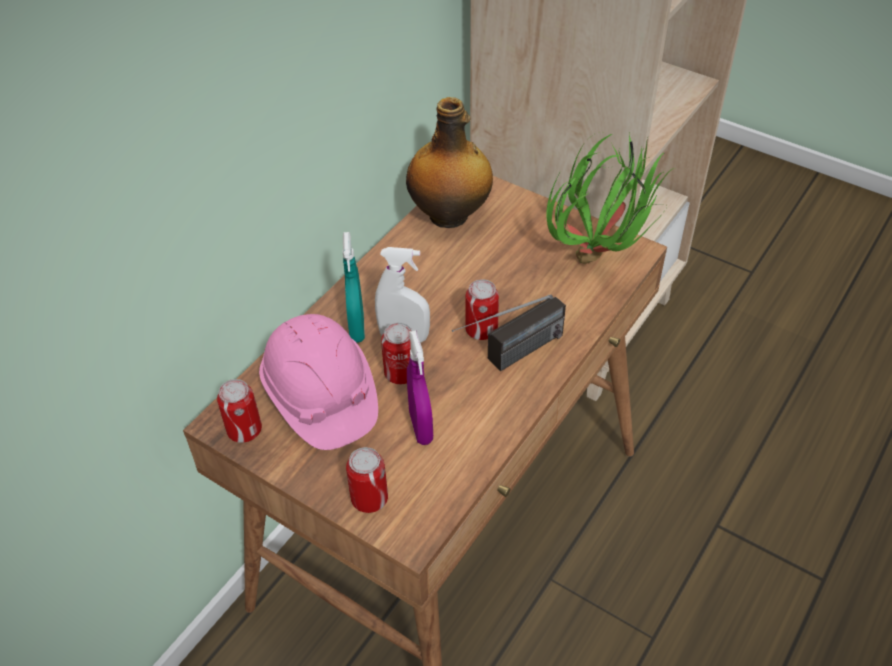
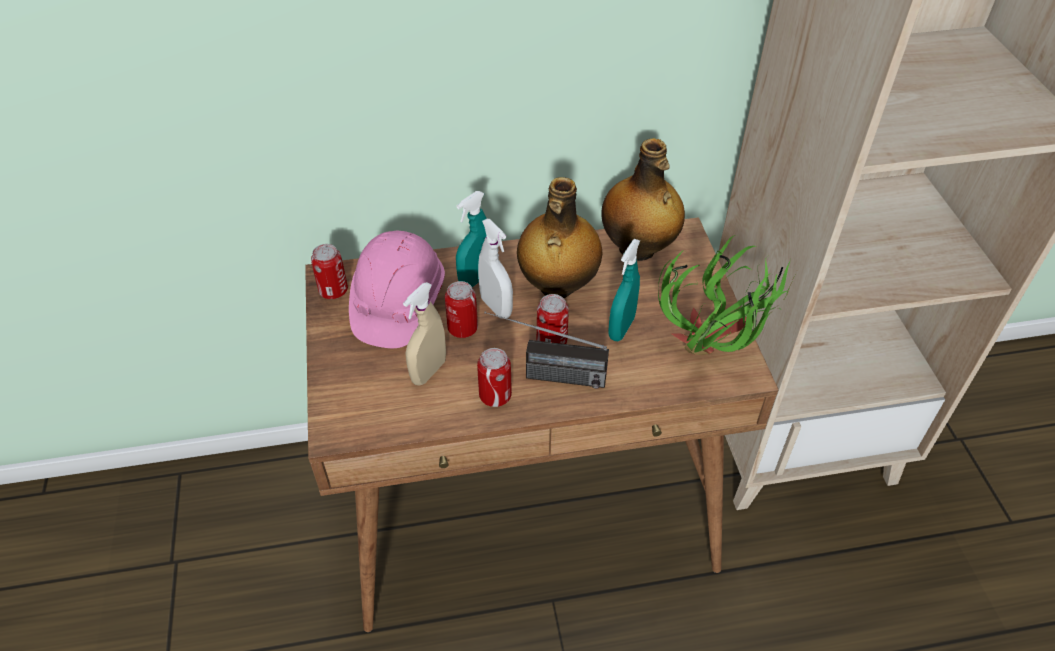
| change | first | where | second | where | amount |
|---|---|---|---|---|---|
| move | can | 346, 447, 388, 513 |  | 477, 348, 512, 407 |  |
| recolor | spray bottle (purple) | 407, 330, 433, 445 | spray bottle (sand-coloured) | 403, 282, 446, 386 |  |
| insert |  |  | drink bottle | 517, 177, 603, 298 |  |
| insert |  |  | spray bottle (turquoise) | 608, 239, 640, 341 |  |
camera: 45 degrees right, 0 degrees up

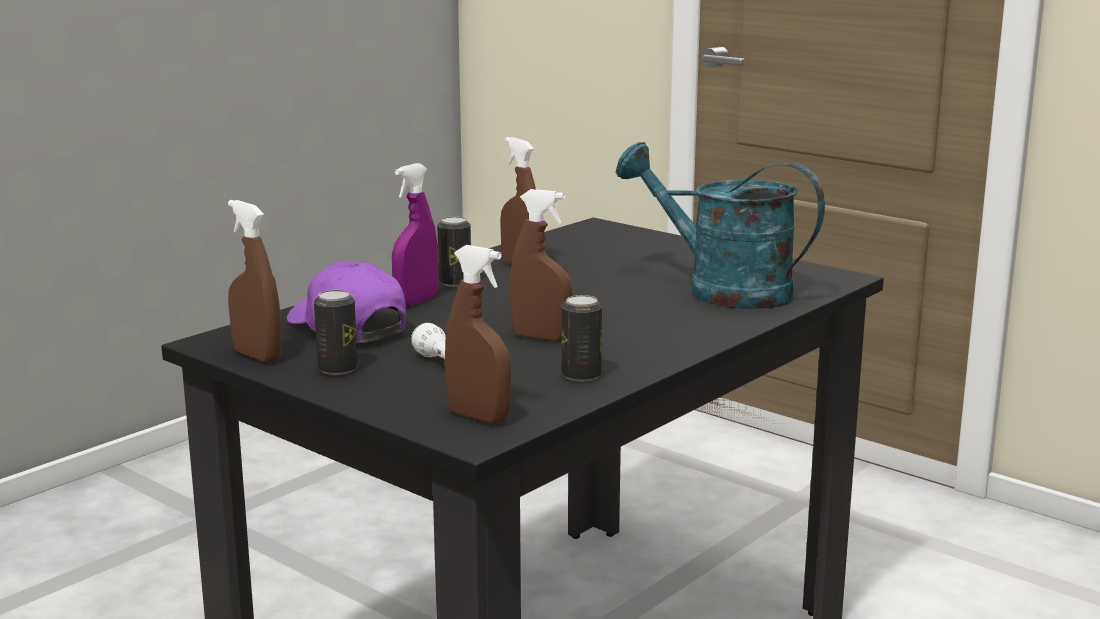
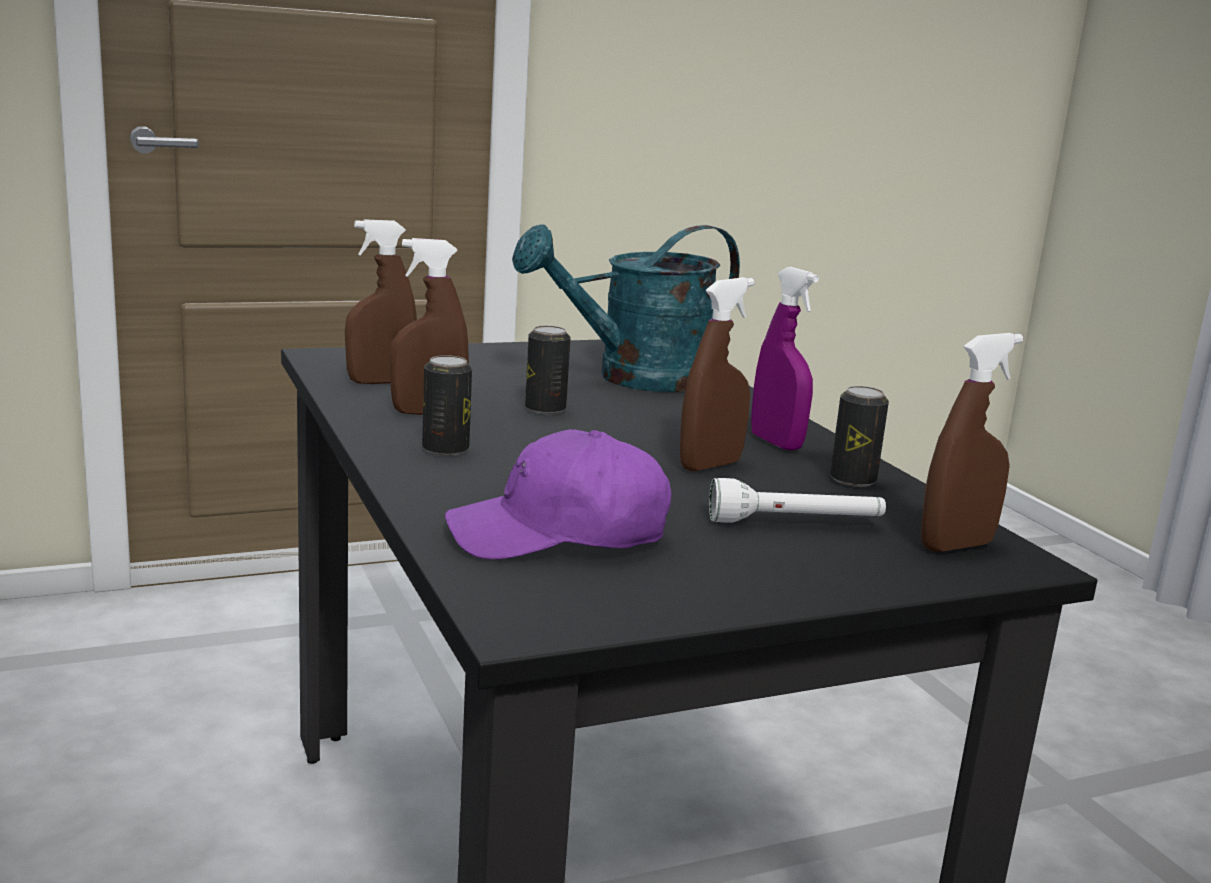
| change | first | where | second | where | amount |
|---|---|---|---|---|---|
| move | spray bottle (brownish) | 228, 200, 282, 363 |  | 345, 219, 417, 384 |  |
| move | can | 314, 290, 358, 375 |  | 525, 326, 571, 415 |  |
| move | spray bottle (purple) | 392, 163, 438, 307 |  | 751, 267, 819, 450 |  |
camera: 65 degrees left, 0 degrees up

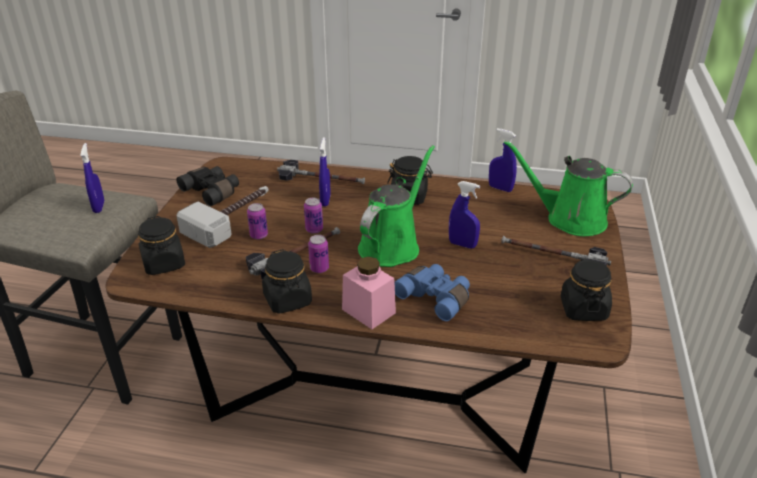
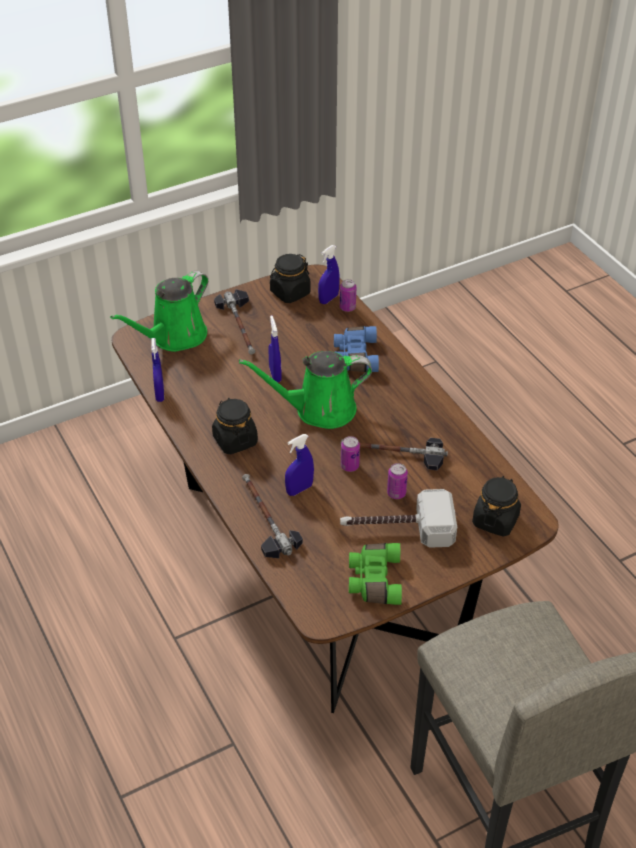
| change | first | where | second | where | amount |
|---|---|---|---|---|---|
| move | spray bottle (bluish) | 80, 143, 104, 213 |  | 318, 245, 340, 304 |  |
| recolor | field glasses (black-coloured) | 177, 166, 239, 206 | field glasses (greenish) | 349, 543, 402, 605 |  |
| delete | preserve jar (black-coloured) | 262, 249, 312, 314 |  |  |  |
| move | can | 308, 235, 329, 273 |  | 340, 279, 356, 312 |  |
| delete | preserve jar (pink) | 342, 256, 396, 329 |  |  |  |
| rotate | watering can (greenish) | 504, 140, 633, 236 |  | 110, 271, 208, 352 | 60 degrees clockwise |
camera: 130 degrees left, 10 degrees up

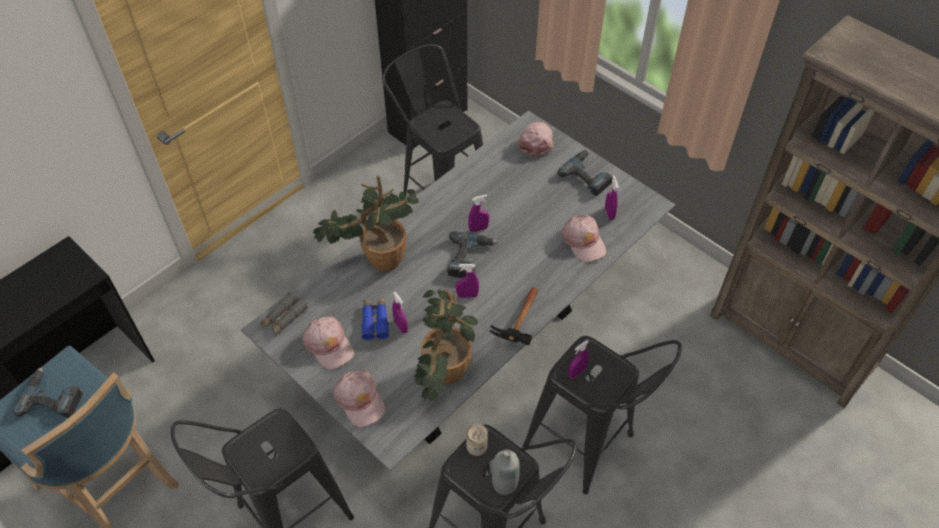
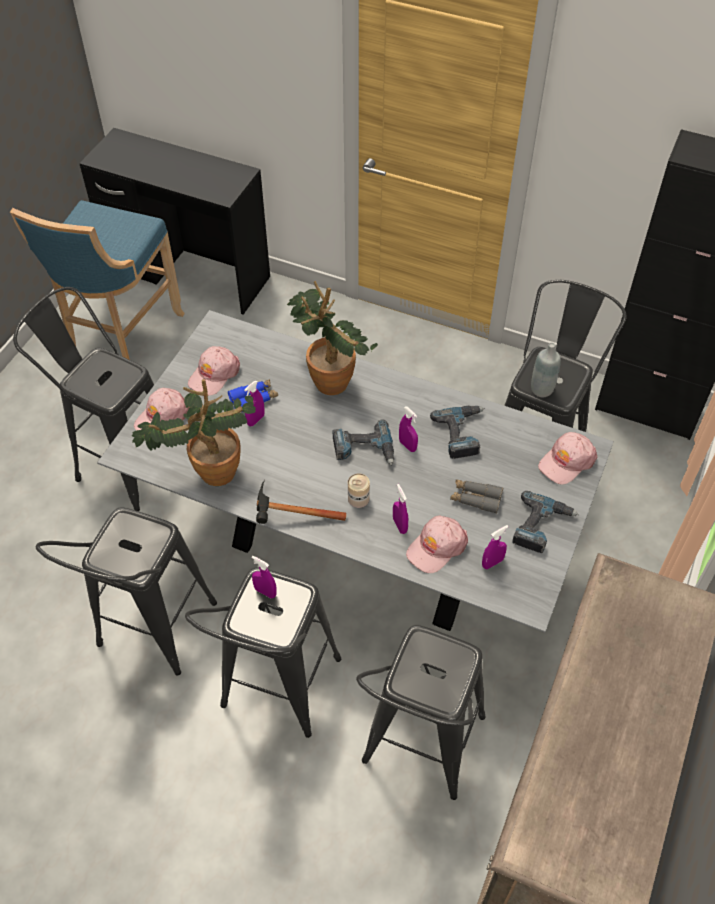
| change | first | where | second | where | amount |
|---|---|---|---|---|---|
| move | power drill | 13, 367, 83, 418 |  | 430, 406, 485, 459 |  |
| move | field glasses (gray) | 260, 292, 308, 335 |  | 450, 479, 503, 514 |  |
| move | spray bottle (purple) | 456, 264, 479, 298 |  | 393, 484, 409, 534 |  |
| move | can | 466, 424, 488, 456 |  | 348, 474, 370, 508 |  |
| move | drink bottle (gray) | 492, 449, 520, 495 |  | 531, 343, 561, 397 |  |
| rotate | cap (pink) | 518, 122, 554, 158 |  | 538, 432, 597, 484 | 150 degrees clockwise |
| insert |  |  | stool seat (black-coloured) | 356, 625, 485, 800 |  |
camera: 70 degrees right, 0 degrees up

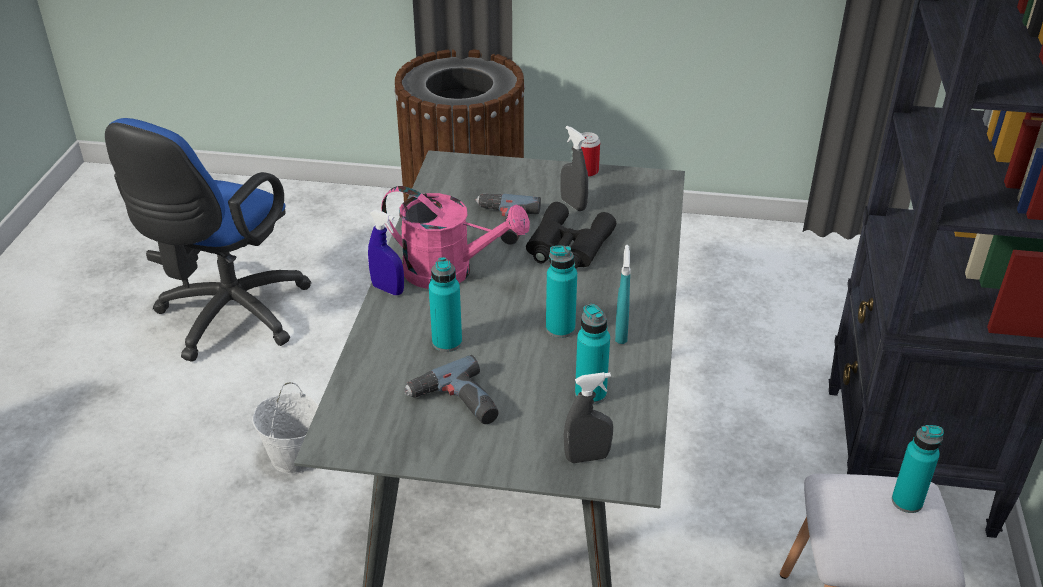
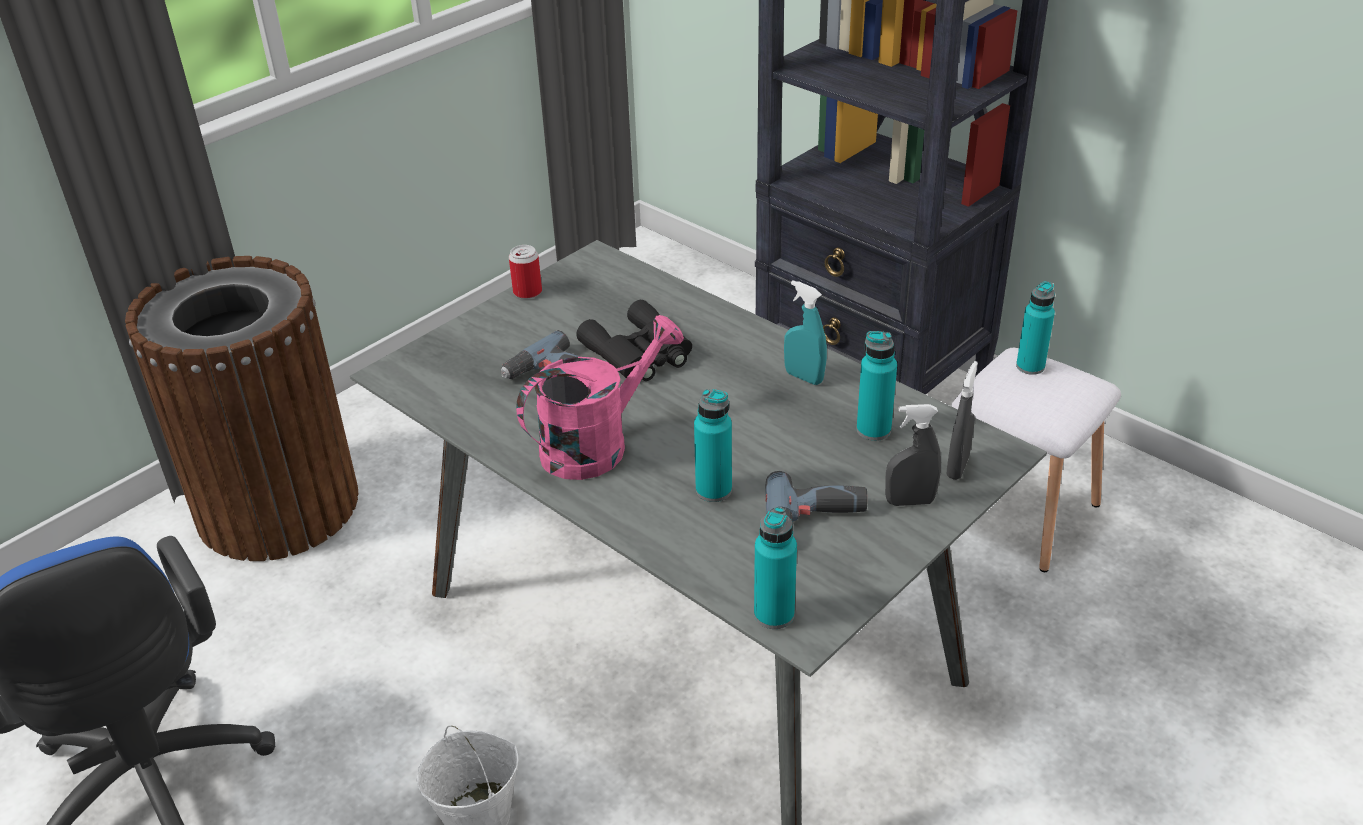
| change | first | where | second | where | amount |
|---|---|---|---|---|---|
| delete | spray bottle (bluish) | 368, 210, 404, 295 |  |  |  |
| move | drink bottle (turquoise) | 546, 245, 577, 338 |  | 754, 507, 797, 629 |  |
| move | spray bottle (gray) | 560, 126, 588, 211 |  | 885, 404, 941, 506 |  |
camera: 55 degrees left, 0 degrees up

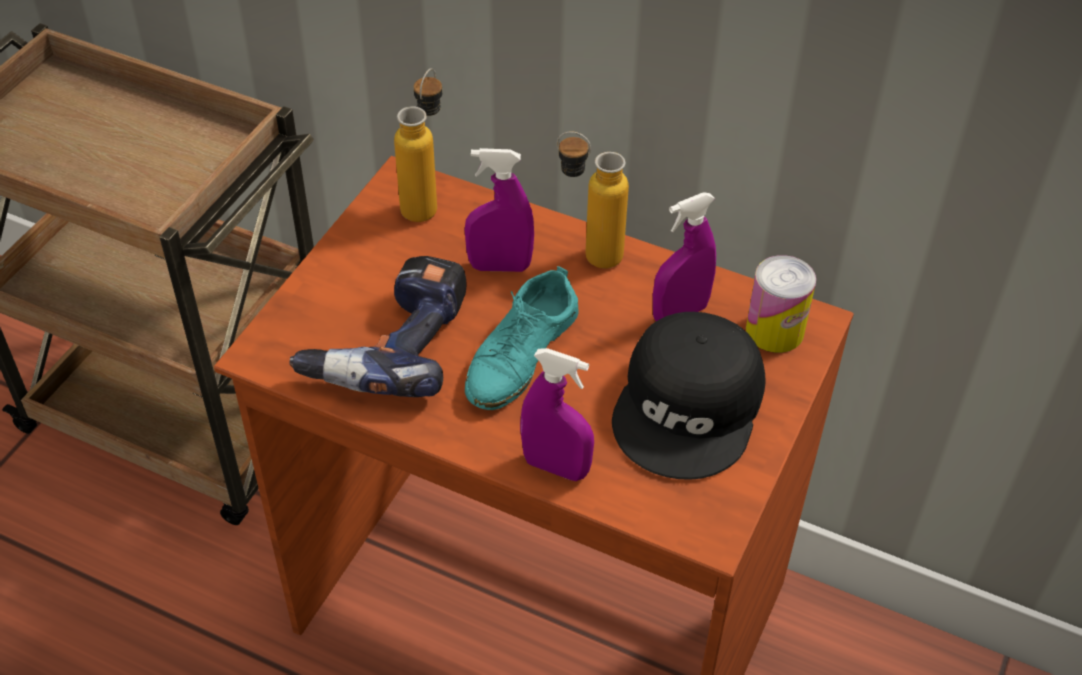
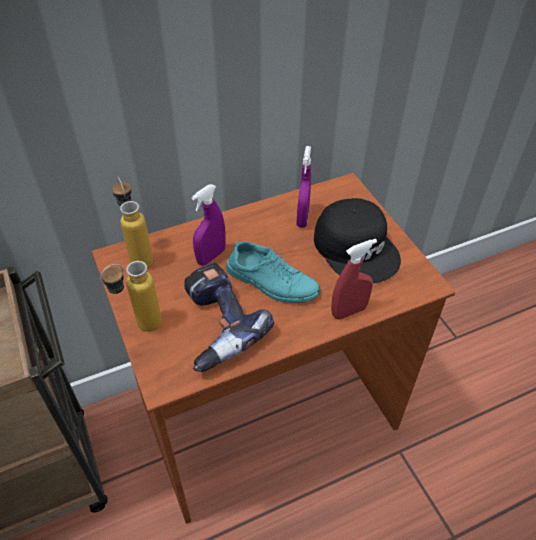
| change | first | where | second | where | amount |
|---|---|---|---|---|---|
| rotate | item of footwear (turquoise) | 465, 266, 579, 410 |  | 226, 240, 321, 303 | 45 degrees counterclockwise |
| recolor | spray bottle (purple) | 520, 348, 594, 481 | spray bottle (red-coloured) | 331, 239, 377, 319 |  |
| move | drink bottle | 557, 131, 629, 269 |  | 100, 261, 162, 332 |  |
| delete | can | 746, 255, 816, 353 |  |  |  |
camera: 50 degrees left, 0 degrees up

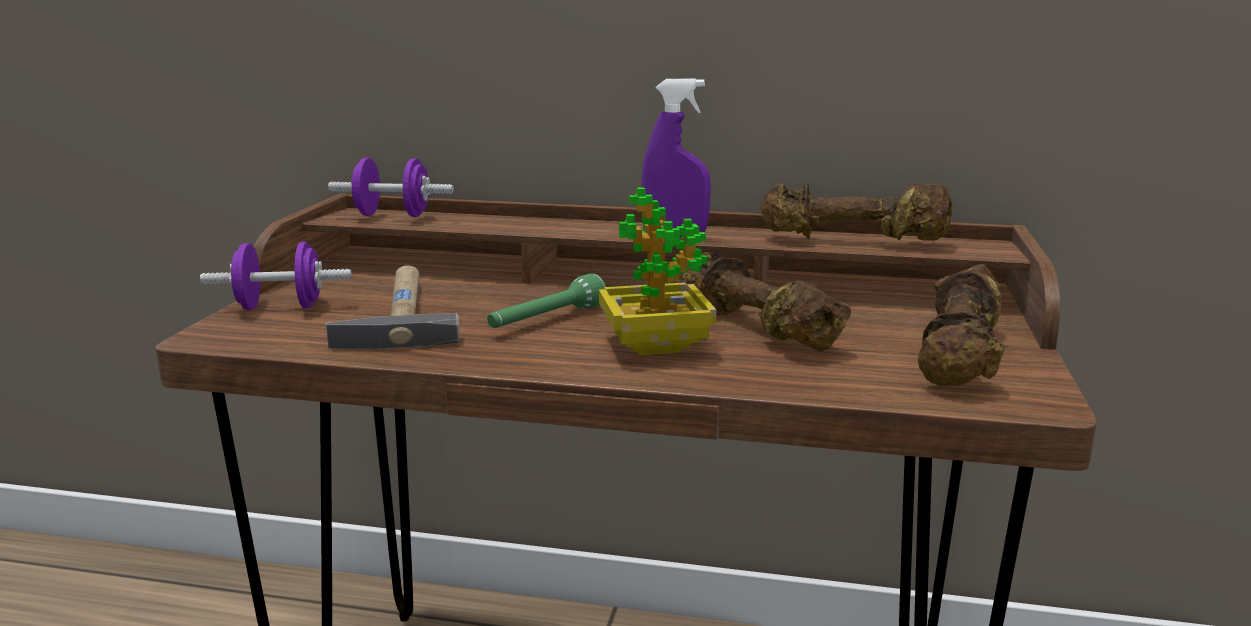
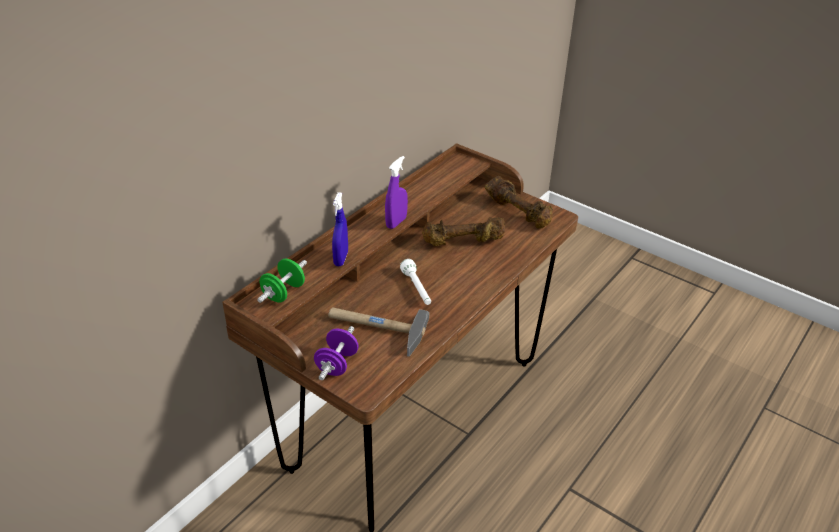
| change | first | where | second | where | amount |
|---|---|---|---|---|---|
| recolor | dumbbell (purple) | 328, 157, 454, 217 | dumbbell (greenish) | 257, 259, 307, 303 |  |
| recolor | torch (greenish) | 487, 273, 606, 328 | torch (whitish) | 400, 259, 431, 305 |  |
| delete | potted plant | 599, 187, 716, 355 |  |  |  |
| delete | dumbbell (brownish) | 761, 183, 952, 241 |  |  |  |
| insert |  |  | spray bottle (bluish) | 332, 192, 348, 266 |  |
camera: 65 degrees left, 20 degrees up

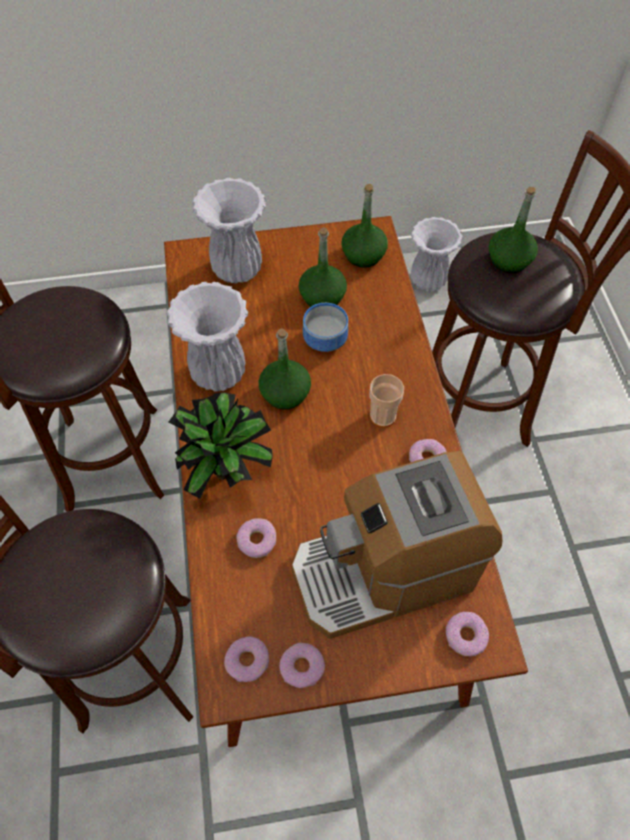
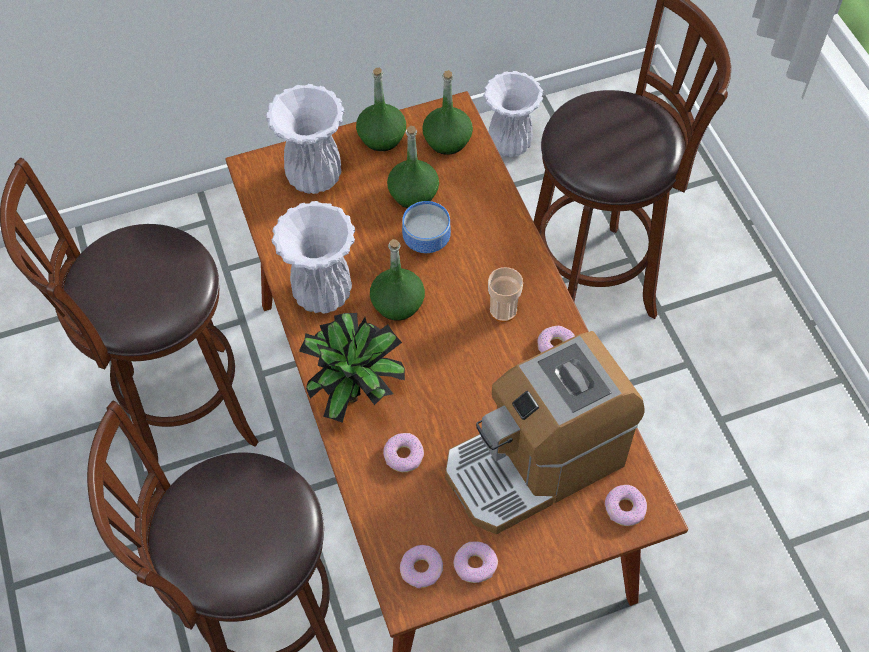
| change | first | where | second | where | amount |
|---|---|---|---|---|---|
| move | drink bottle (greenish) | 489, 187, 538, 273 |  | 356, 68, 406, 151 |  |
camera: 10 degrees left, 0 degrees up

